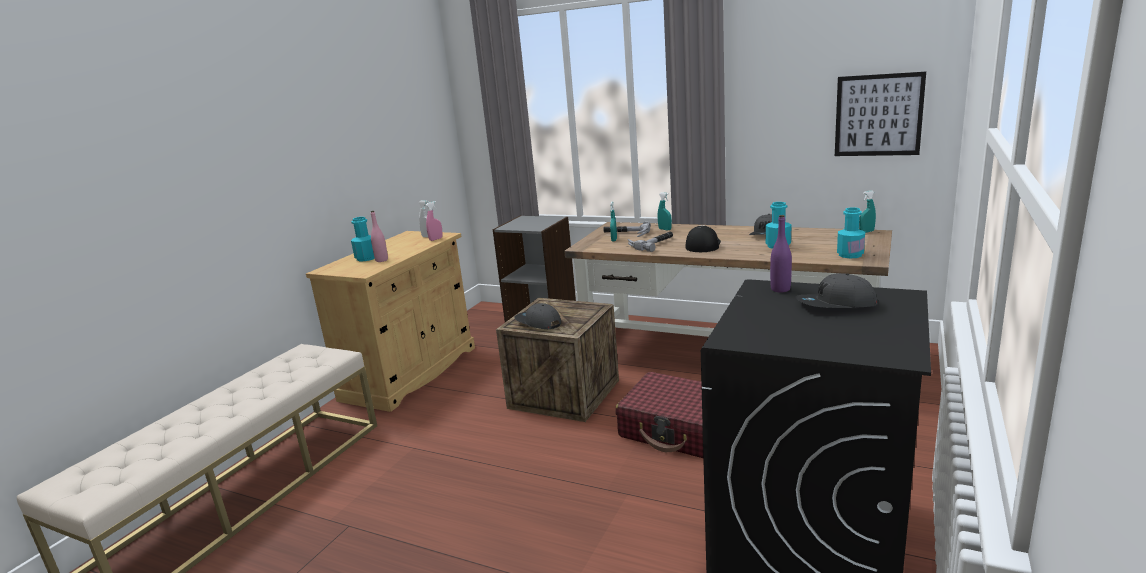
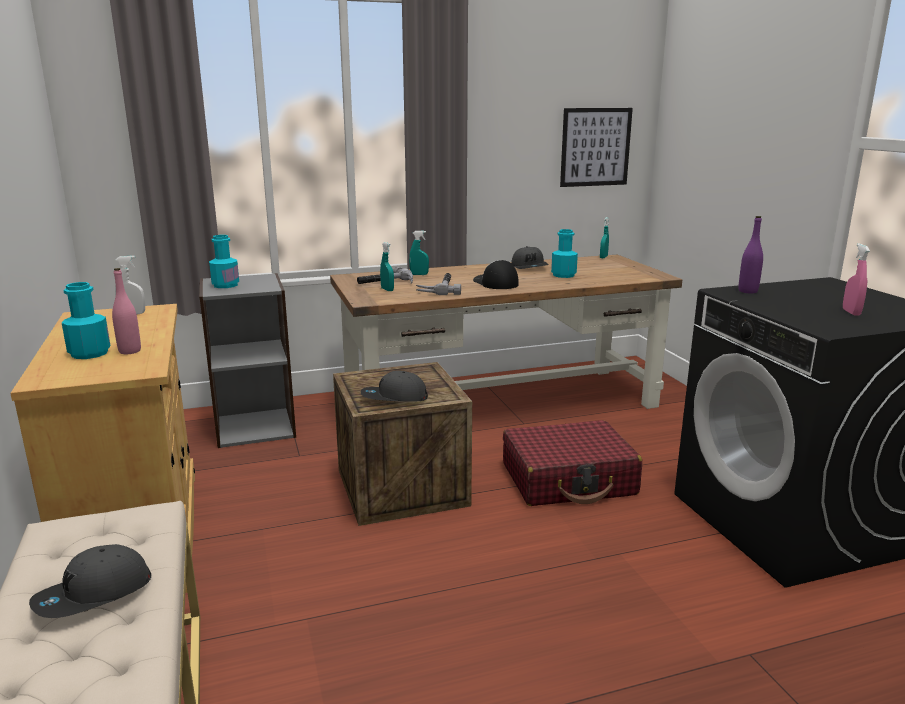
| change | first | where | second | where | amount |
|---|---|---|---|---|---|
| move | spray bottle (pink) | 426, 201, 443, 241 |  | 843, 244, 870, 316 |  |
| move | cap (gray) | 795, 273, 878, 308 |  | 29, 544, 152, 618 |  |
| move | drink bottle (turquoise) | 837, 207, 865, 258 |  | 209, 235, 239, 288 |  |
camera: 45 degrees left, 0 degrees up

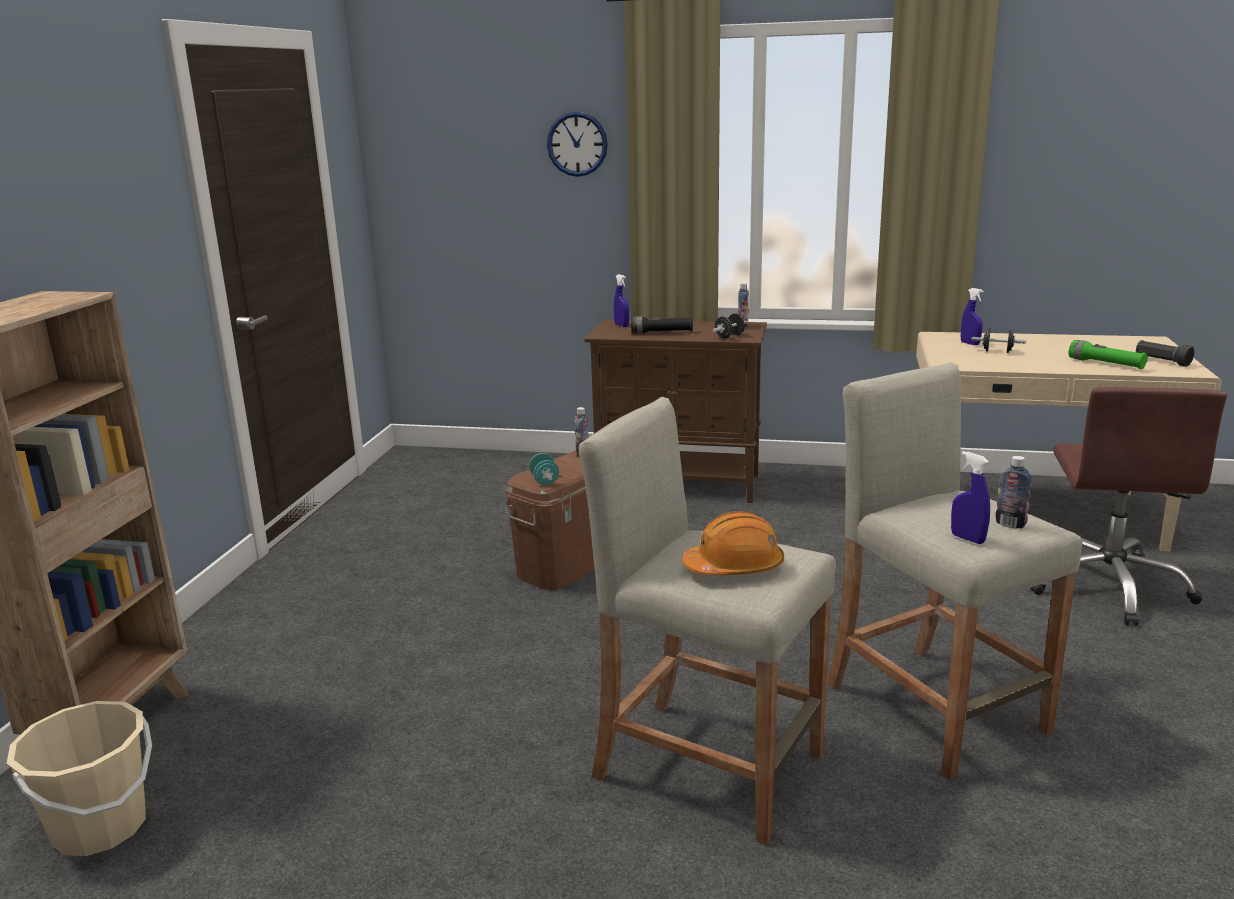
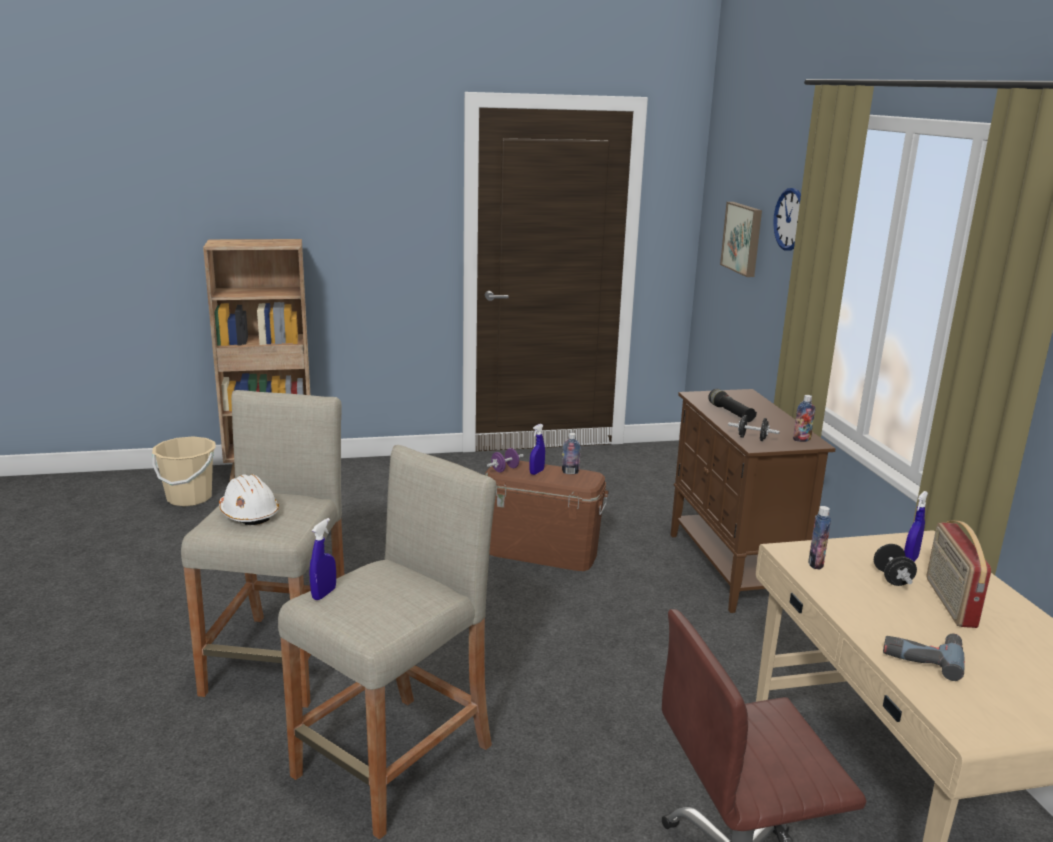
| change | first | where | second | where | amount |
|---|---|---|---|---|---|
| recolor | dumbbell (turquoise) | 529, 453, 559, 485 | dumbbell (purple) | 487, 448, 524, 472 |  |
| move | spray bottle (bluish) | 614, 274, 629, 327 |  | 530, 424, 545, 475 |  |
| recolor | hard hat (orangey) | 682, 511, 784, 575 | hard hat (whitish) | 219, 474, 279, 525 |  |
| move | drink bottle | 995, 456, 1032, 528 |  | 808, 506, 831, 569 |  |
| replace | torch (greenish) | 1069, 340, 1148, 369 | power drill | 883, 634, 965, 681 |  |
| delete | torch (black-coloured) | 1136, 340, 1195, 367 |  |  |  |
| insert |  |  | wall art | 720, 202, 762, 277 |  |
| insert |  |  | radio receiver | 927, 520, 991, 628 |  |
camera: 65 degrees right, 0 degrees up

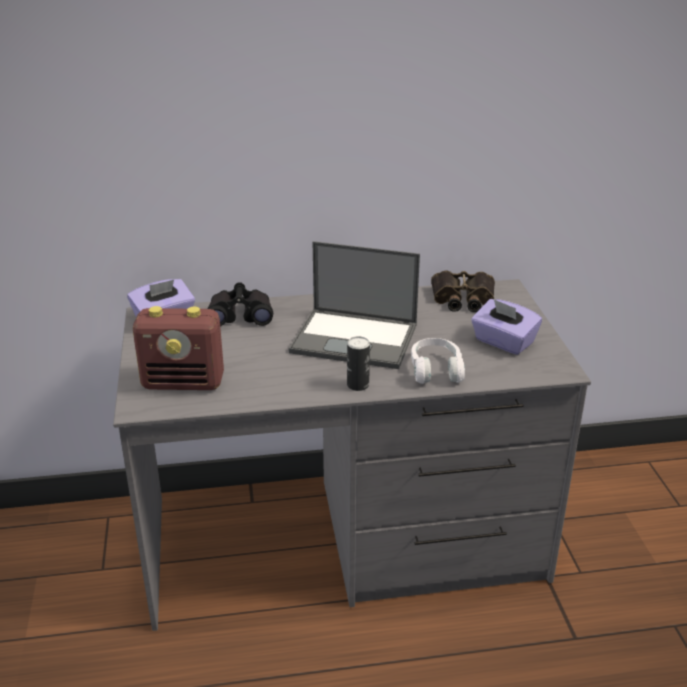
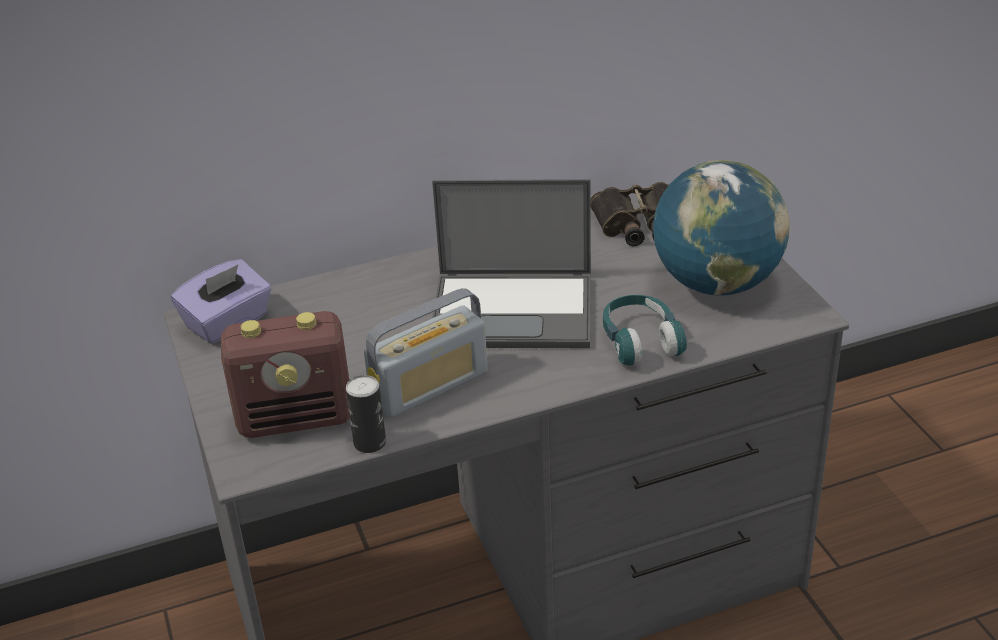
| change | first | where | second | where | amount |
|---|---|---|---|---|---|
| delete | field glasses (black-coloured) | 207, 282, 273, 326 |  |  |  |
| move | can | 347, 336, 370, 391 |  | 346, 375, 386, 453 |  |
| recolor | headset (whitish) | 411, 338, 465, 384 | headset (turquoise) | 603, 295, 687, 366 |  |
| replace | box of tissues (purple) | 471, 299, 542, 355 | world globe | 653, 160, 789, 296 |  |
| insert |  |  | radio receiver | 364, 288, 488, 418 |  |
camera: 10 degrees left, 5 degrees up

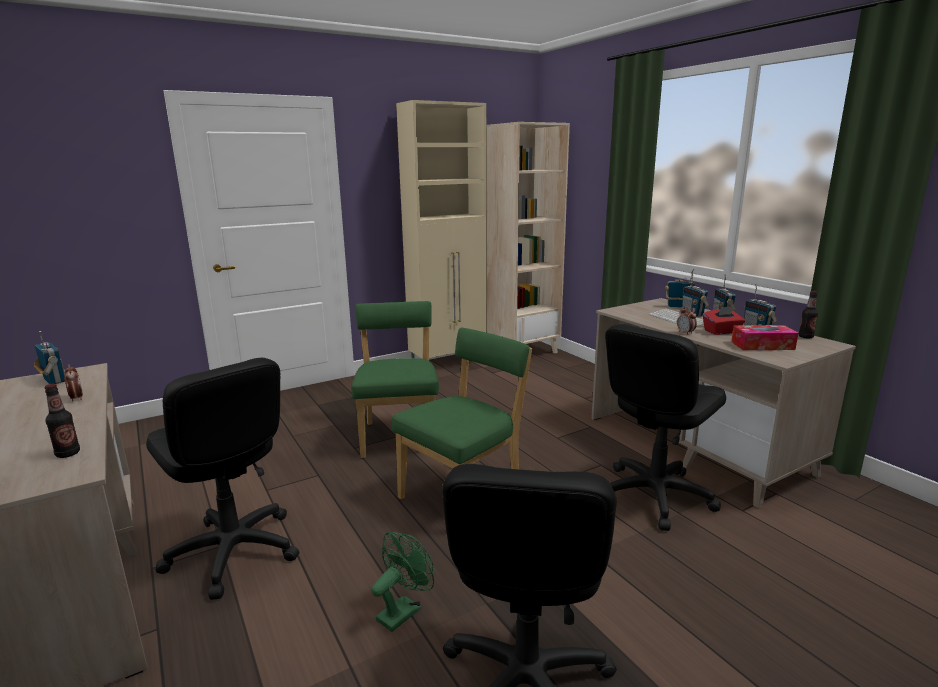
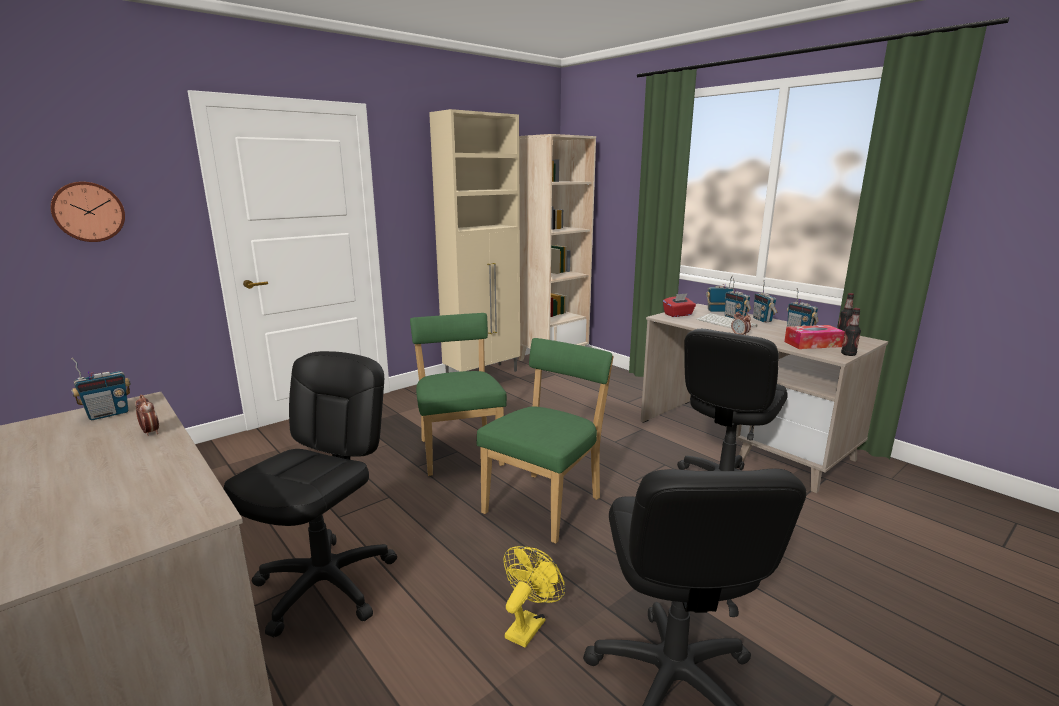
| change | first | where | second | where | amount |
|---|---|---|---|---|---|
| rotate | radio receiver | 34, 331, 65, 384 |  | 71, 358, 131, 420 | 105 degrees clockwise |
| move | drink bottle | 45, 384, 80, 458 |  | 841, 308, 861, 356 |  |
| rotate | office chair (black-coloured) | 146, 358, 299, 600 |  | 223, 351, 397, 637 | 105 degrees counterclockwise |
| recolor | fan (greenish) | 371, 532, 434, 632 | fan (yellow-coloured) | 503, 546, 565, 648 |  |
| move | box of tissues (red-coloured) | 703, 306, 745, 335 |  | 663, 293, 696, 317 |  |
| insert |  |  | clock on the wall | 50, 182, 125, 242 |  |
camera: 10 degrees left, 0 degrees up

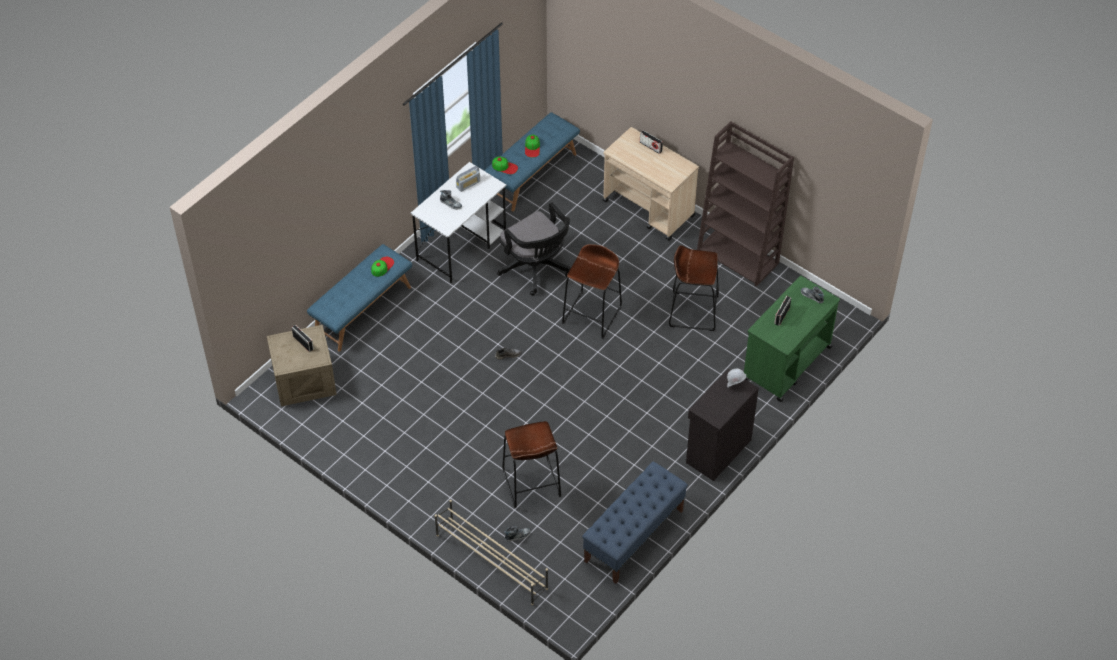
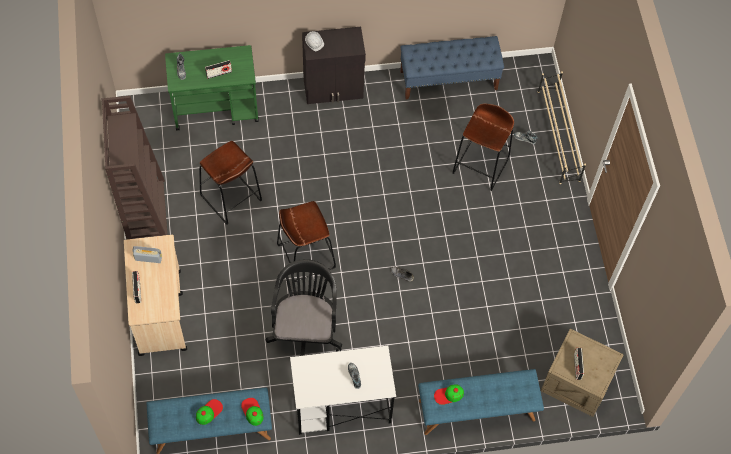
| change | first | where | second | where | amount |
|---|---|---|---|---|---|
| move | radio receiver | 456, 166, 480, 192 |  | 132, 246, 162, 263 |  |
camera: 140 degrees left, 10 degrees up

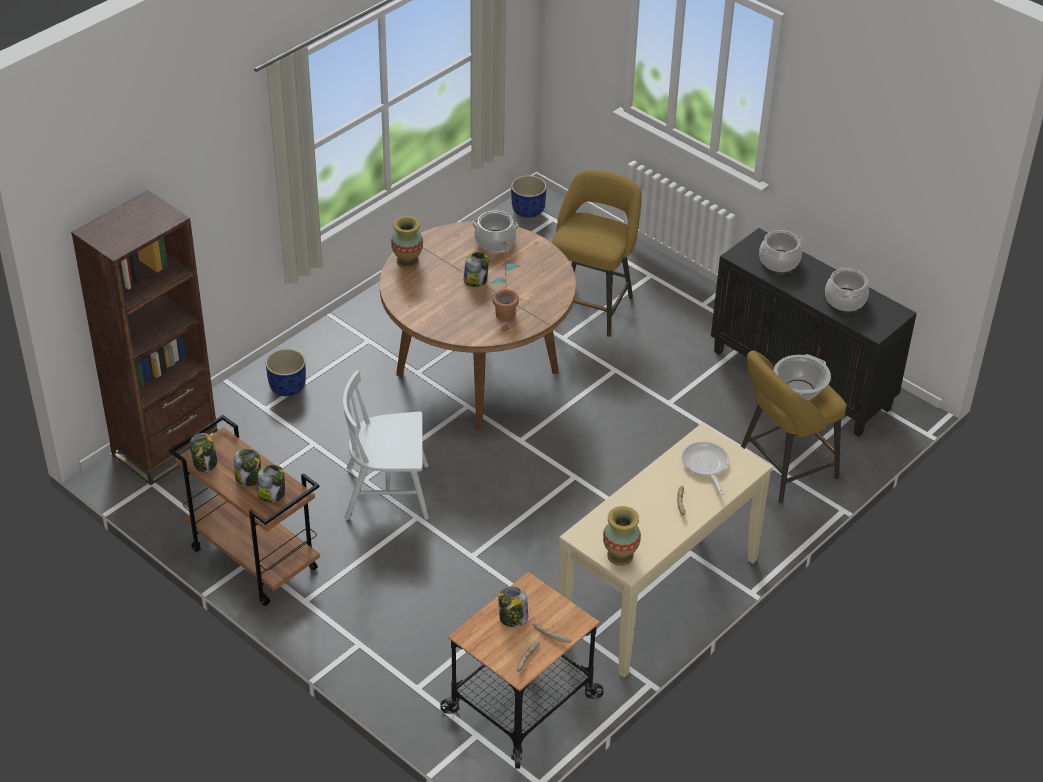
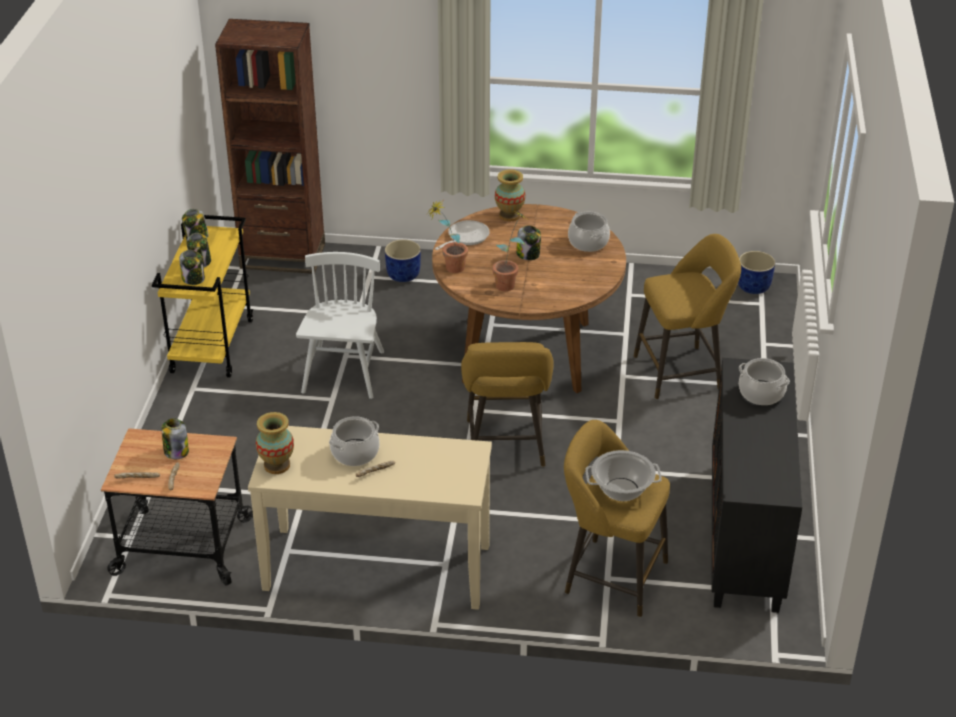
| change | first | where | second | where | amount |
|---|---|---|---|---|---|
| recolor | cart (brownish) | 169, 415, 320, 606 | cart (yellow-coloured) | 152, 215, 253, 378 |  |
| rotate | plain chair (whitish) | 343, 371, 429, 520 |  | 296, 252, 384, 399 | 45 degrees clockwise |
| move | skillet | 682, 442, 729, 495 |  | 435, 220, 490, 250 |  |
| move | cooking pot | 825, 267, 869, 311 |  | 329, 416, 380, 466 |  |
| insert |  |  | potted plant | 427, 201, 468, 273 |  |
| insert |  |  | stool seat (yellow-coloured) | 461, 342, 554, 467 |  |
camera: 55 degrees right, 5 degrees down

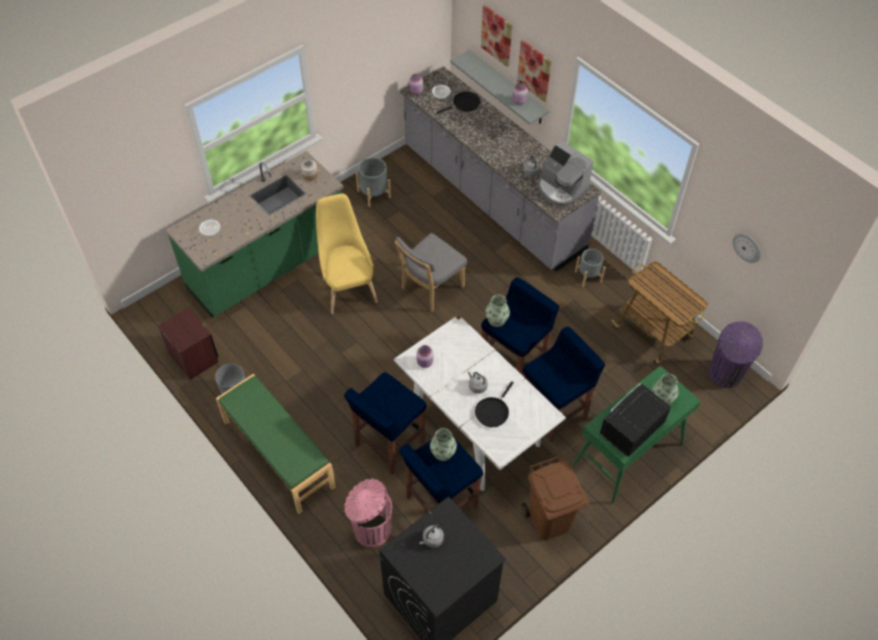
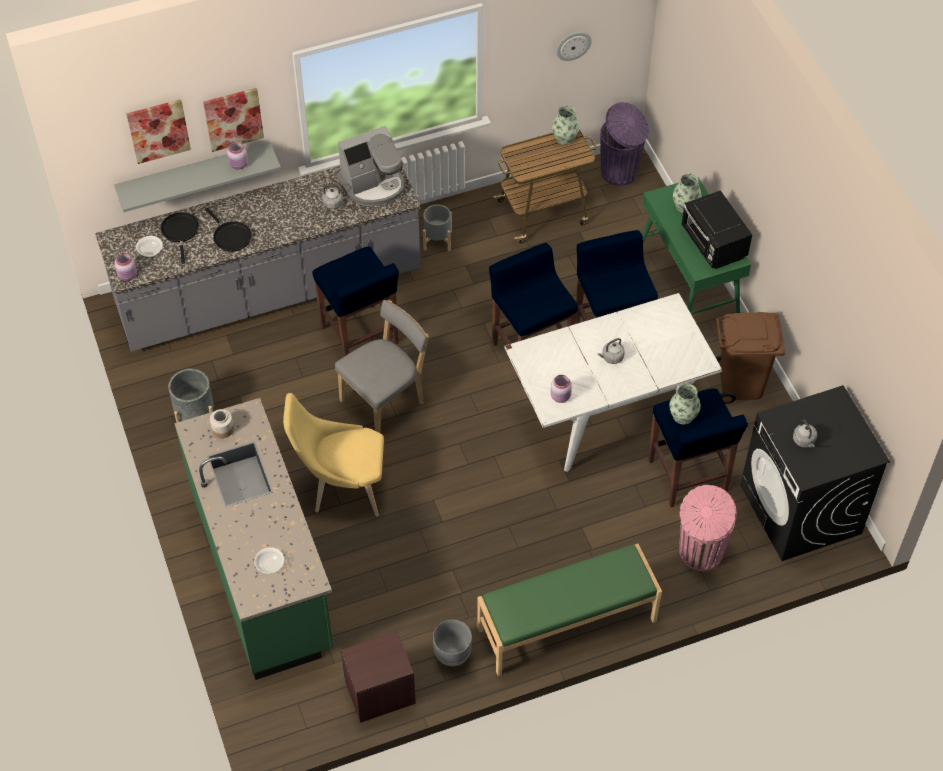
| change | first | where | second | where | amount |
|---|---|---|---|---|---|
| move | stool seat (bluish) | 344, 372, 427, 475 |  | 312, 246, 399, 356 |  |
| rotate | plain chair (gray) | 394, 233, 467, 312 |  | 335, 300, 429, 433 | 105 degrees counterclockwise |
| move | skillet (black-coloured) | 475, 381, 514, 427 |  | 205, 208, 252, 252 |  |
| move | vase | 486, 295, 510, 327 |  | 552, 105, 579, 145 |  |
camera: 70 degrees left, 0 degrees up

